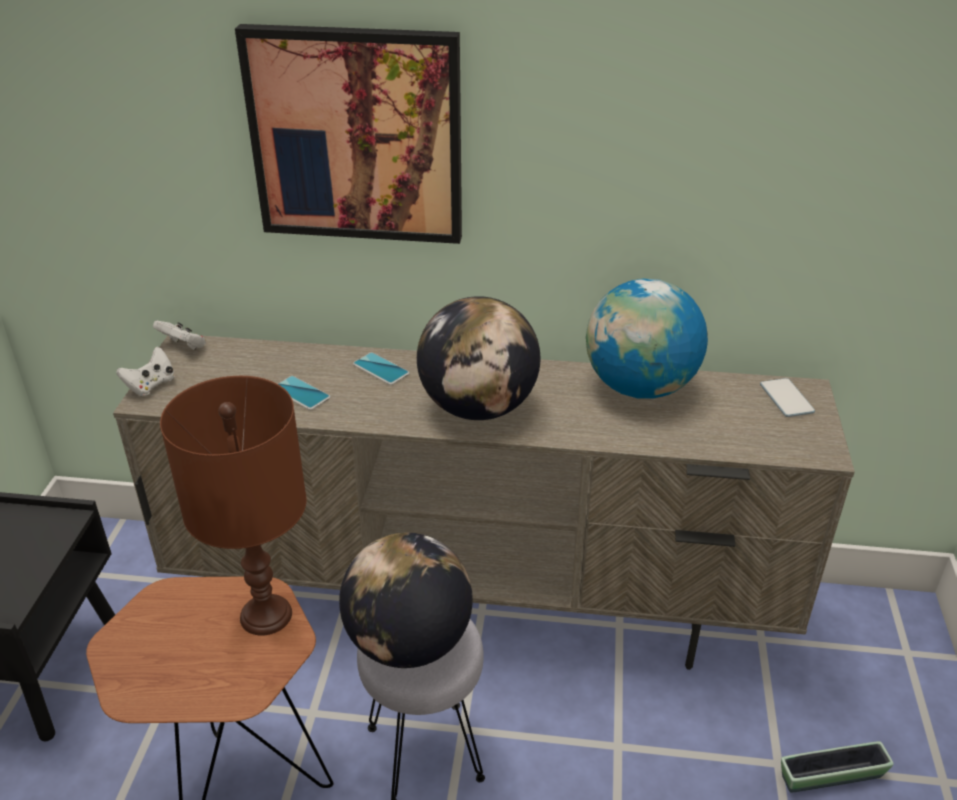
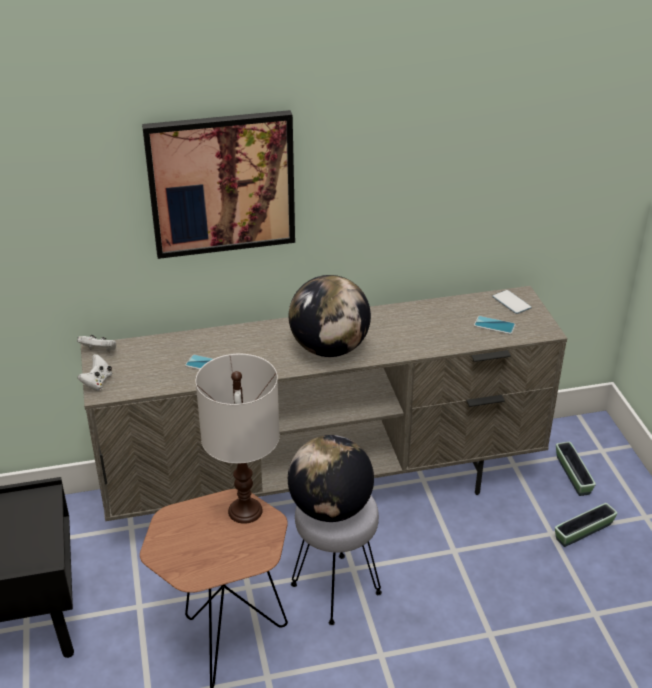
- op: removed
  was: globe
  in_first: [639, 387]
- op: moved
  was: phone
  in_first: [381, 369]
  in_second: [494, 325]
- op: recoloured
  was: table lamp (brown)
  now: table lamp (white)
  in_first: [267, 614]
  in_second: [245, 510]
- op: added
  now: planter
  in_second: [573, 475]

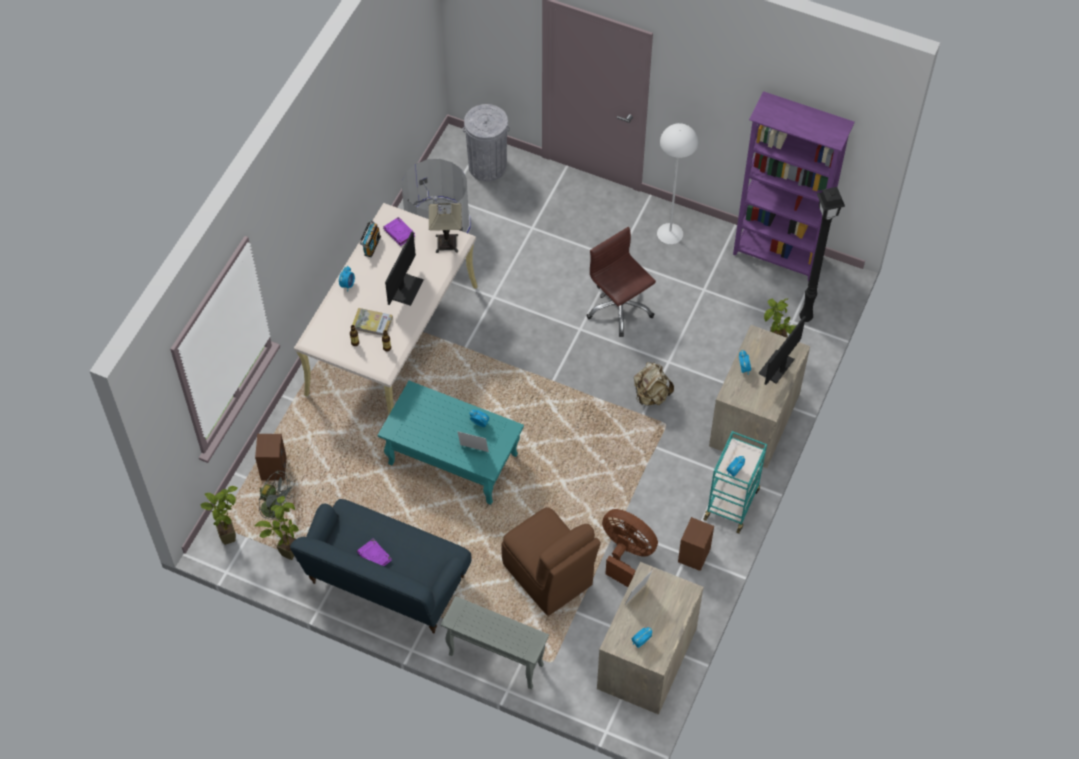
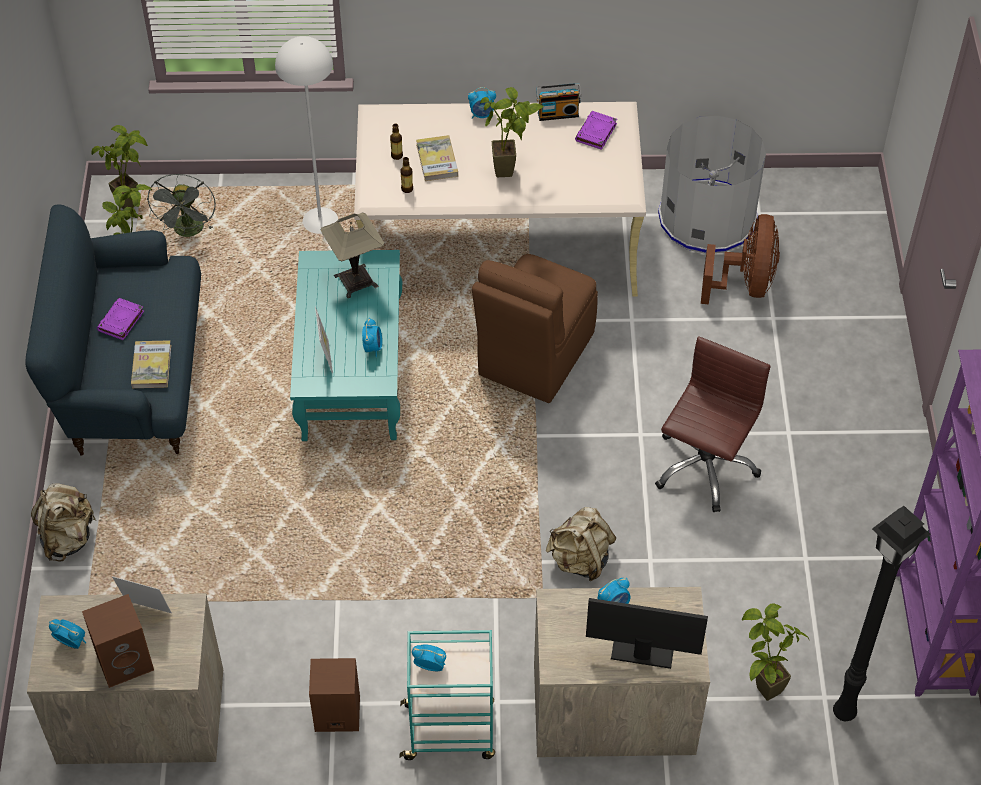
- op: removed
  was: trash can (grey)
  in_first: [487, 166]
- op: moved
  was: floor lamp (white)
  in_first: [669, 233]
  in_second: [320, 220]
- op: moved
  was: table lamp
  in_first: [446, 243]
  in_second: [356, 281]
- op: replaced
  was: monitor
  now: potted plant
  in_first: [407, 289]
  in_second: [512, 173]
- op: moved
  was: speaker (brown)
  in_first: [273, 468]
  in_second: [126, 660]
- op: moved
  was: chair (brown)
  in_first: [548, 576]
  in_second: [534, 356]
- op: moved
  was: fan (brown)
  in_first: [626, 554]
  in_second: [745, 284]
- op: replaced
  was: side table (grey)
  now: backpack (beige)
  in_first: [496, 660]
  in_second: [67, 537]
- op: added
  now: book
  in_second: [151, 366]

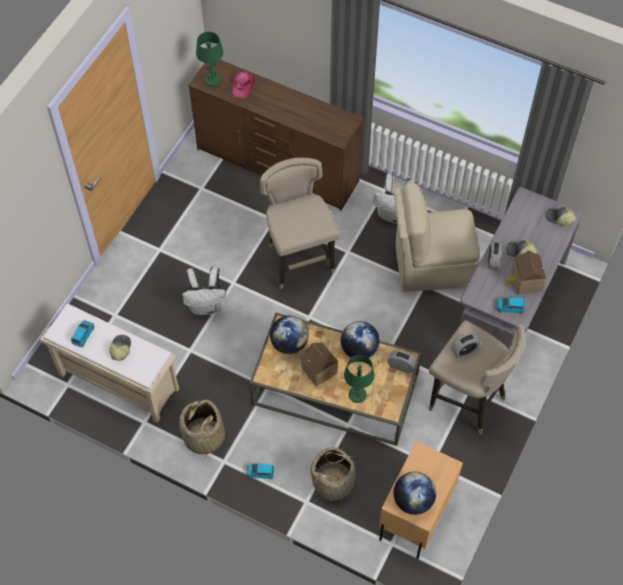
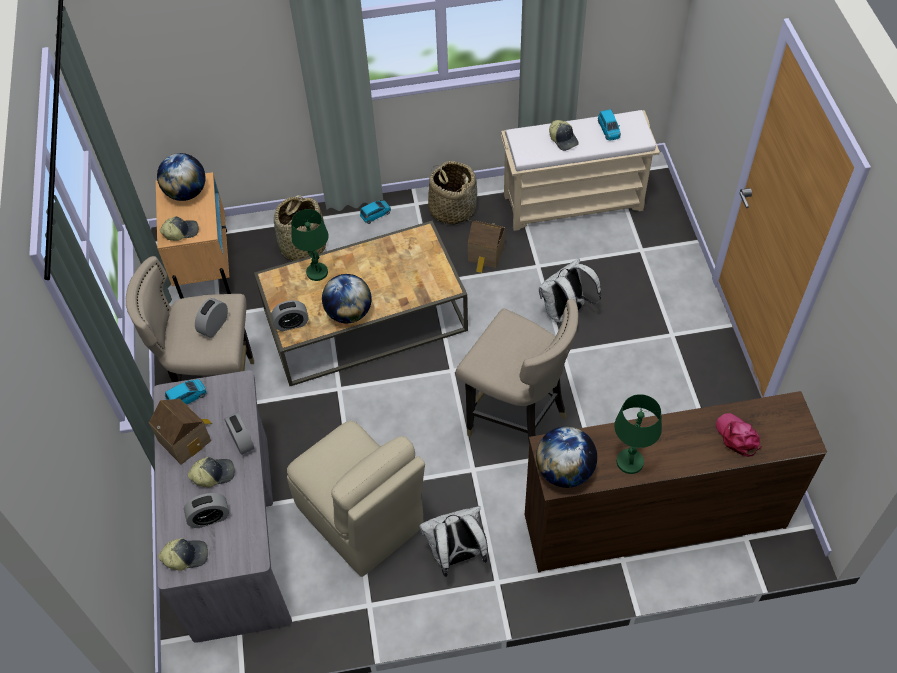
- op: moved
  was: table lamp (green)
  in_first: [212, 80]
  in_second: [630, 462]
- op: turned
  was: chair (beige)
  in_first: [431, 265]
  in_second: [361, 519]
  clockwise: 90
- op: moved
  was: globe
  in_first: [289, 343]
  in_second: [564, 471]
- op: moved
  was: toy house
  in_first: [320, 369]
  in_second: [486, 255]
- op: added
  now: cap
  in_second: [181, 232]
- op: added
  now: alarm clock
  in_second: [209, 518]

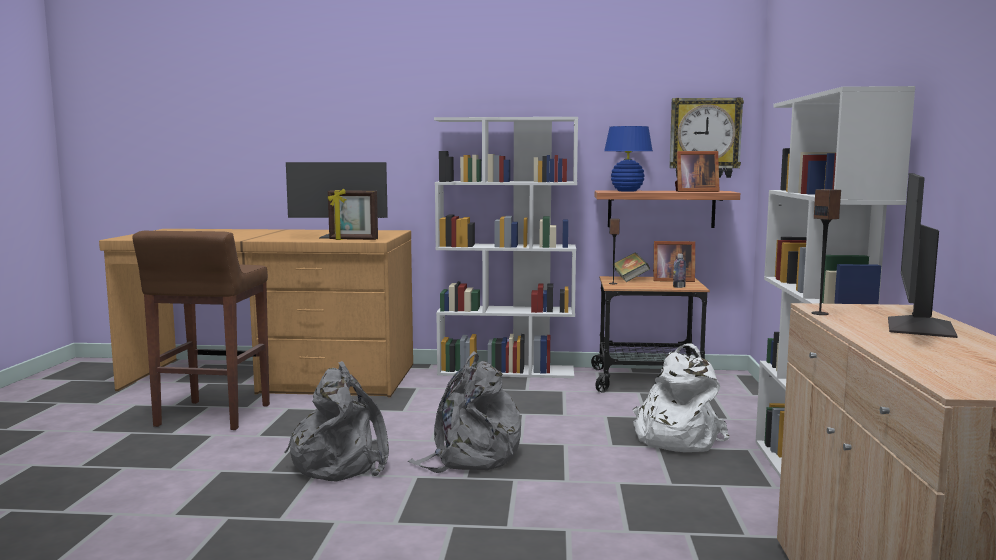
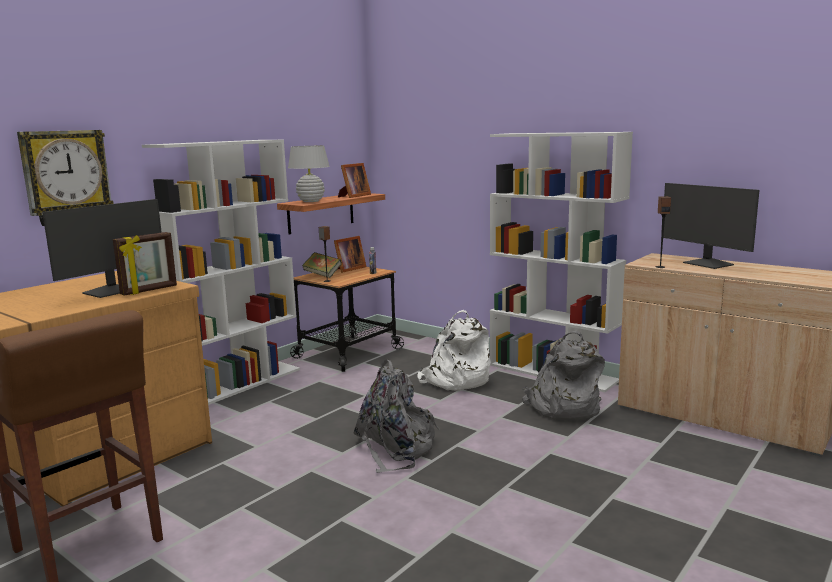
- op: moved
  was: wall clock
  in_first: [704, 138]
  in_second: [66, 177]
- op: recoloured
  was: table lamp (blue)
  now: table lamp (white)
  in_first: [627, 191]
  in_second: [311, 201]
- op: moved
  was: backpack (grey)
  in_first: [340, 463]
  in_second: [563, 408]

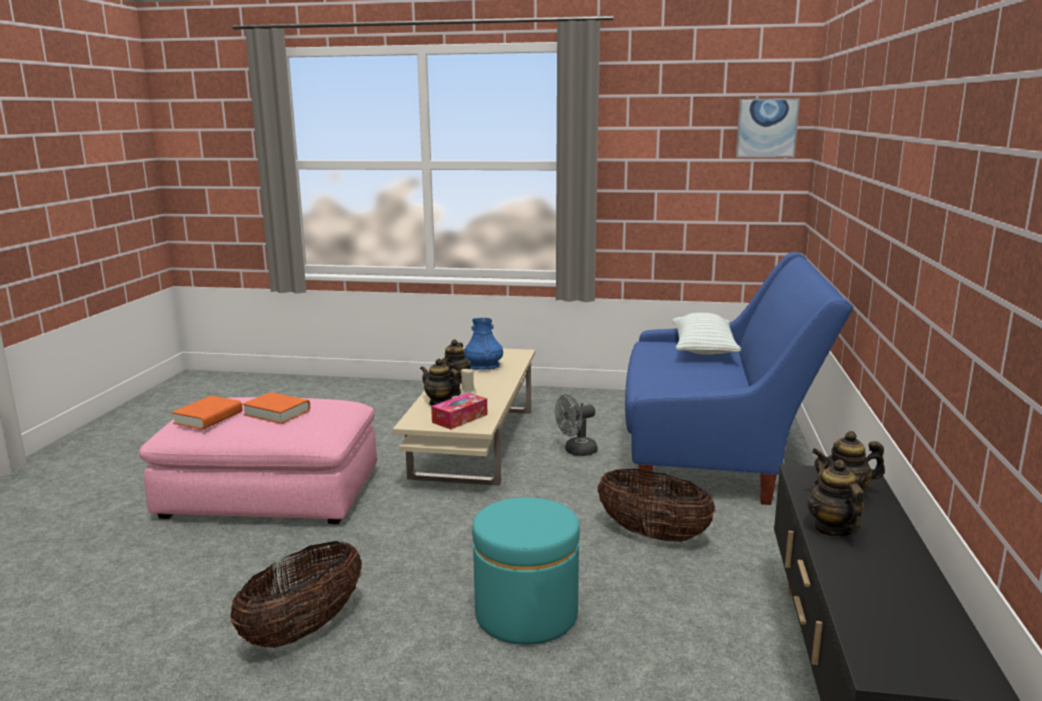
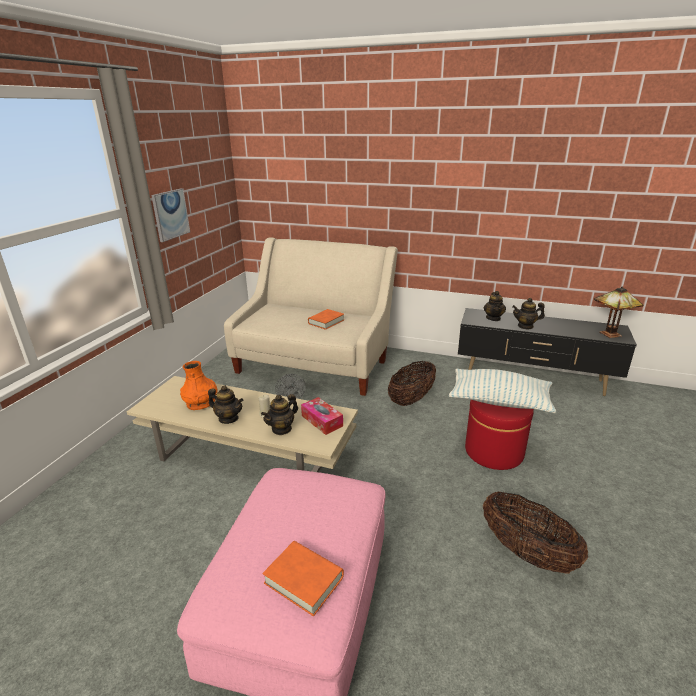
- op: moved
  was: picture
  in_first: [766, 128]
  in_second: [170, 214]
- op: recoloured
  was: sofa (blue)
  now: sofa (beige)
  in_first: [715, 451]
  in_second: [315, 362]
- op: moved
  was: pillow
  in_first: [703, 349]
  in_second: [499, 401]
- op: recoloured
  was: vase (blue)
  now: vase (orange)
  in_first: [484, 366]
  in_second: [201, 402]
- op: moved
  was: book (orange)
  in_first: [277, 413]
  in_second: [326, 322]
- op: recoloured
  was: ottoman (turquoise)
  now: ottoman (red)
  in_first: [526, 614]
  in_second: [494, 451]
- op: added
  now: table lamp
  in_second: [610, 335]

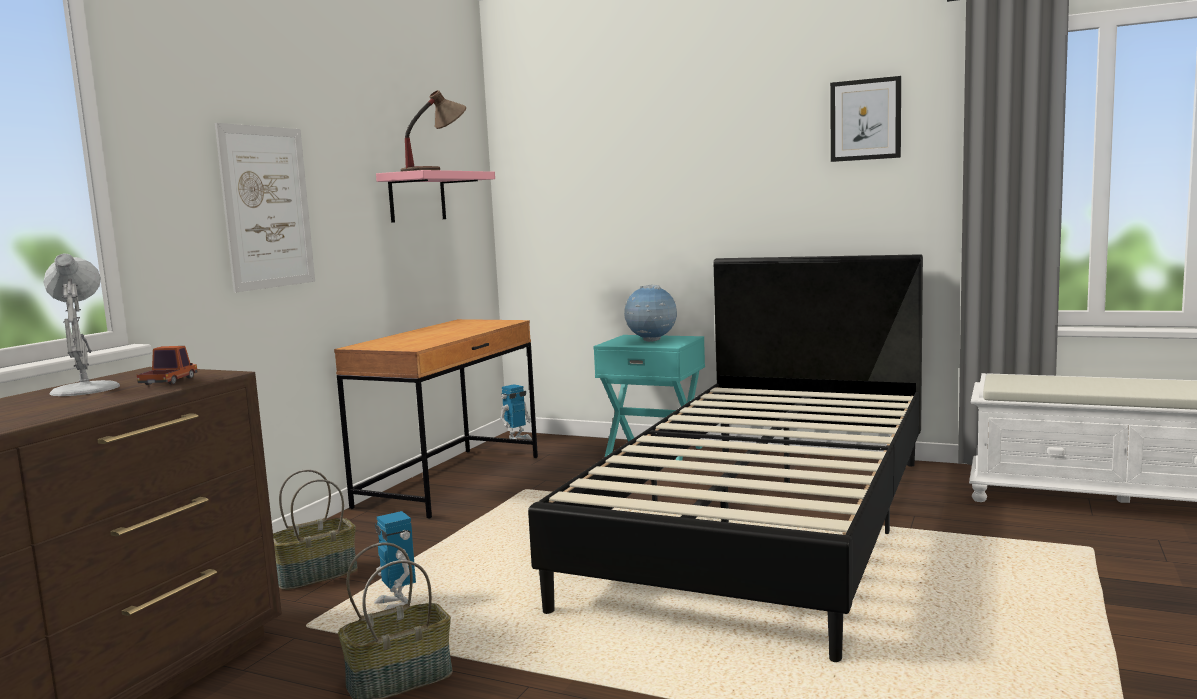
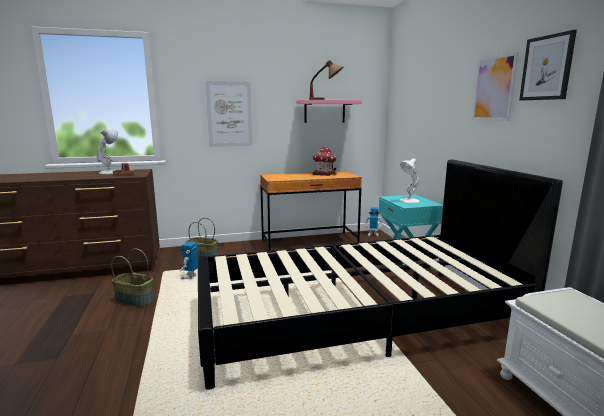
- op: replaced
  was: globe
  now: table lamp (white)
  in_first: [651, 341]
  in_second: [408, 201]
- op: added
  now: picture
  in_second: [494, 88]
- op: added
  now: toy house
  in_second: [324, 174]

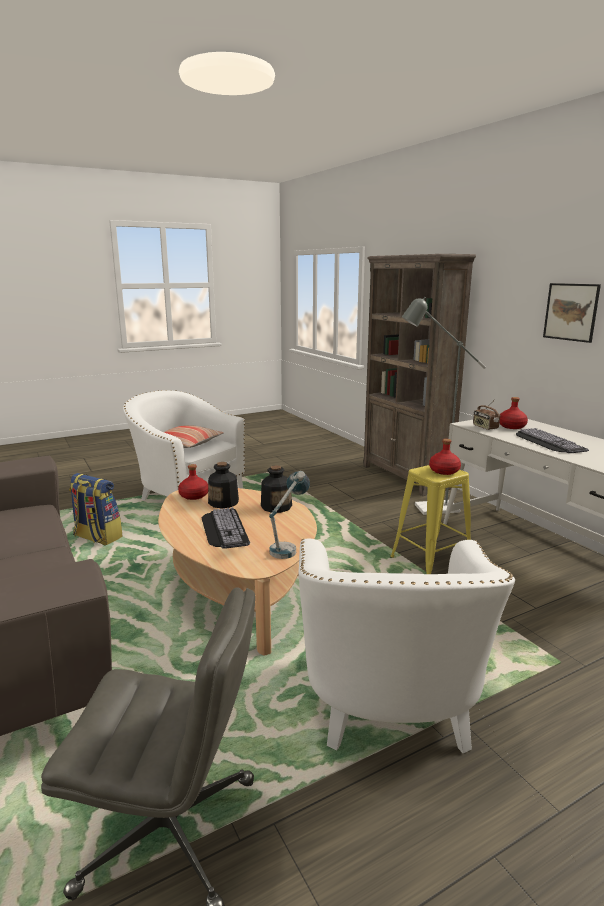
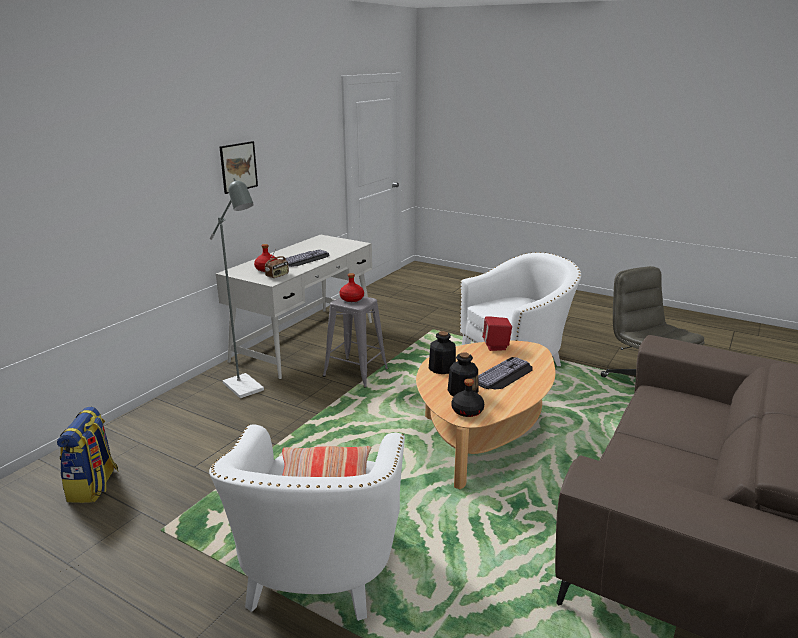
- op: removed
  was: bookcase (brown)
  in_first: [405, 477]
- op: recoloured
  was: bottle (red)
  now: bottle (black)
  in_first: [193, 496]
  in_second: [467, 411]
- op: recoloured
  was: stool (yellow)
  now: stool (grey)
  in_first: [431, 561]
  in_second: [355, 373]
- op: replaced
  was: table lamp
  now: speaker (red)
  in_first: [288, 547]
  in_second: [496, 346]
- op: moved
  was: backpack
  in_first: [97, 537]
  in_second: [94, 486]

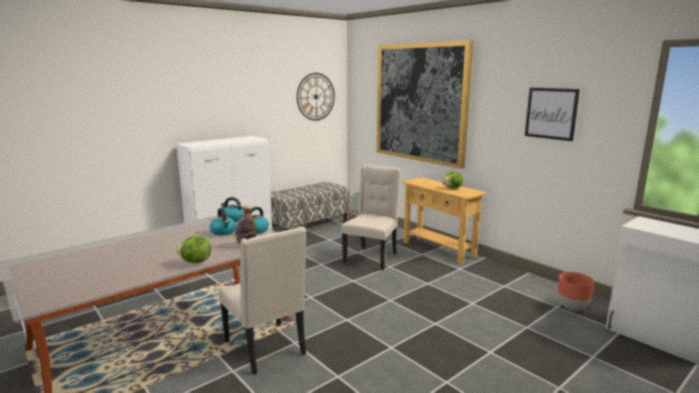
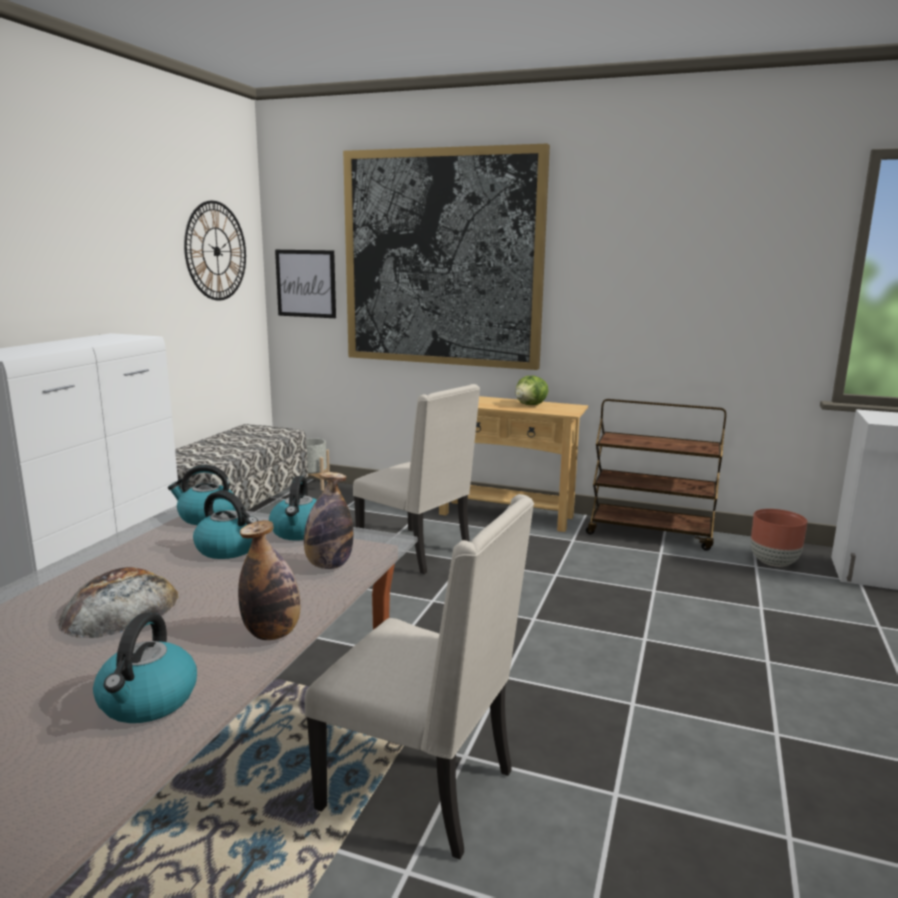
- op: moved
  was: picture
  in_first: [551, 113]
  in_second: [306, 283]
- op: turned
  was: chair (beige)
  in_first: [371, 257]
  in_second: [417, 552]
  clockwise: 135
- op: replaced
  was: lettuce
  now: bottle
  in_first: [195, 262]
  in_second: [272, 633]
- op: added
  now: cart (brown)
  in_second: [650, 533]
- op: added
  now: bread
  in_second: [120, 607]
- op: added
  now: kettle
  in_second: [148, 701]

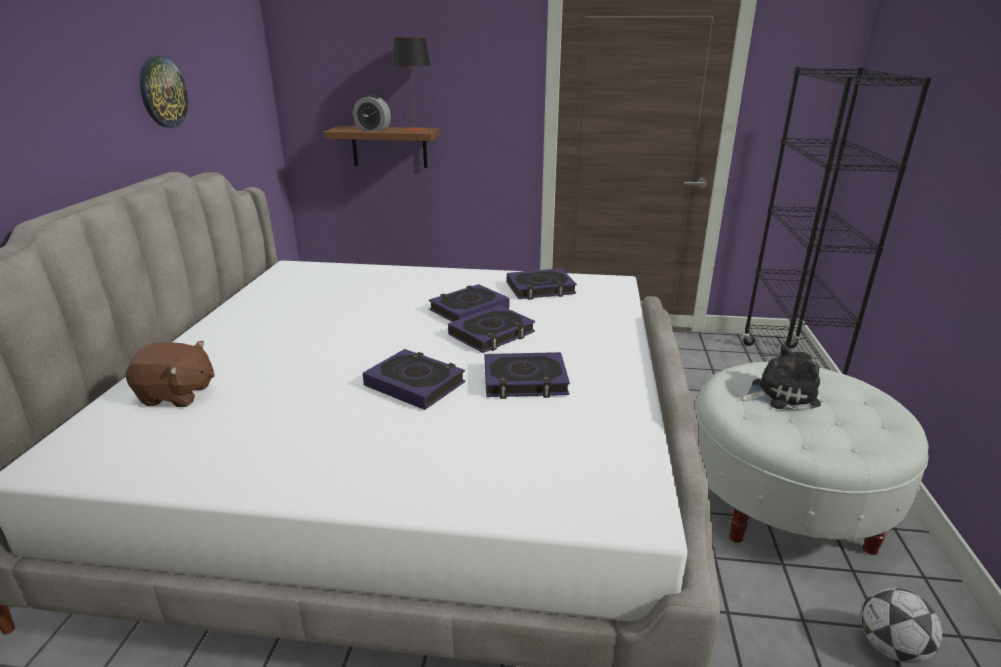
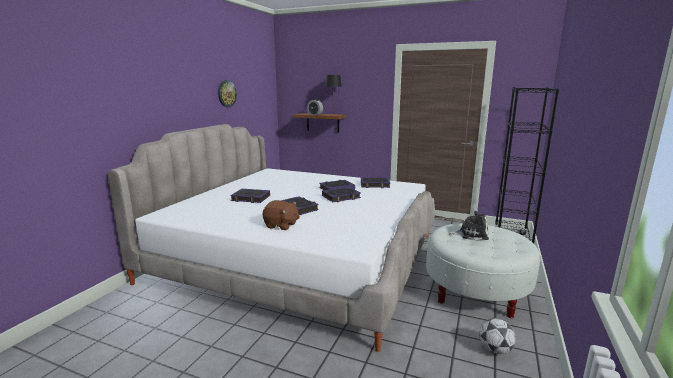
- op: moved
  was: plush toy (brown)
  in_first: [177, 395]
  in_second: [281, 225]
- op: moved
  was: book
  in_first: [525, 381]
  in_second: [250, 198]

